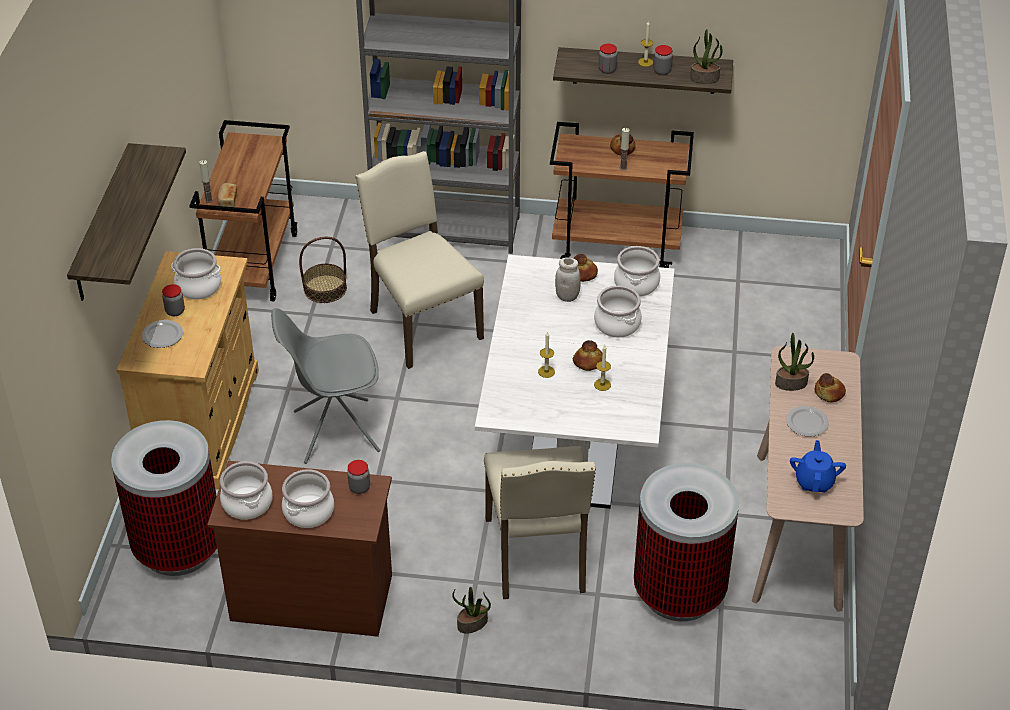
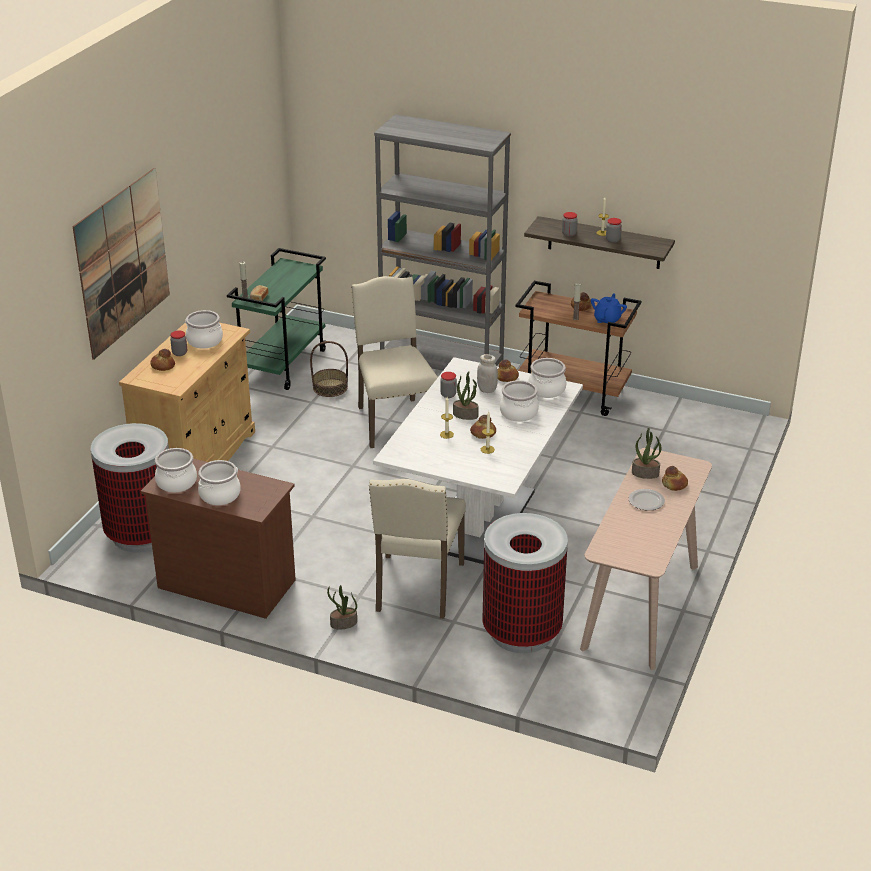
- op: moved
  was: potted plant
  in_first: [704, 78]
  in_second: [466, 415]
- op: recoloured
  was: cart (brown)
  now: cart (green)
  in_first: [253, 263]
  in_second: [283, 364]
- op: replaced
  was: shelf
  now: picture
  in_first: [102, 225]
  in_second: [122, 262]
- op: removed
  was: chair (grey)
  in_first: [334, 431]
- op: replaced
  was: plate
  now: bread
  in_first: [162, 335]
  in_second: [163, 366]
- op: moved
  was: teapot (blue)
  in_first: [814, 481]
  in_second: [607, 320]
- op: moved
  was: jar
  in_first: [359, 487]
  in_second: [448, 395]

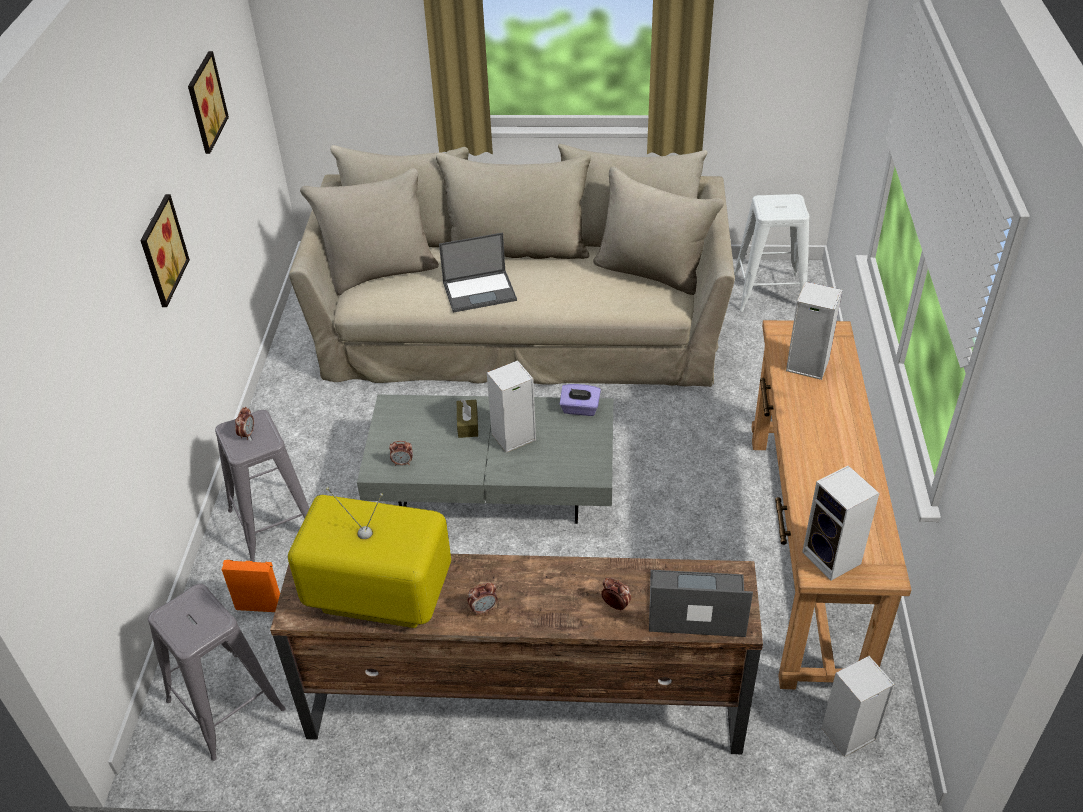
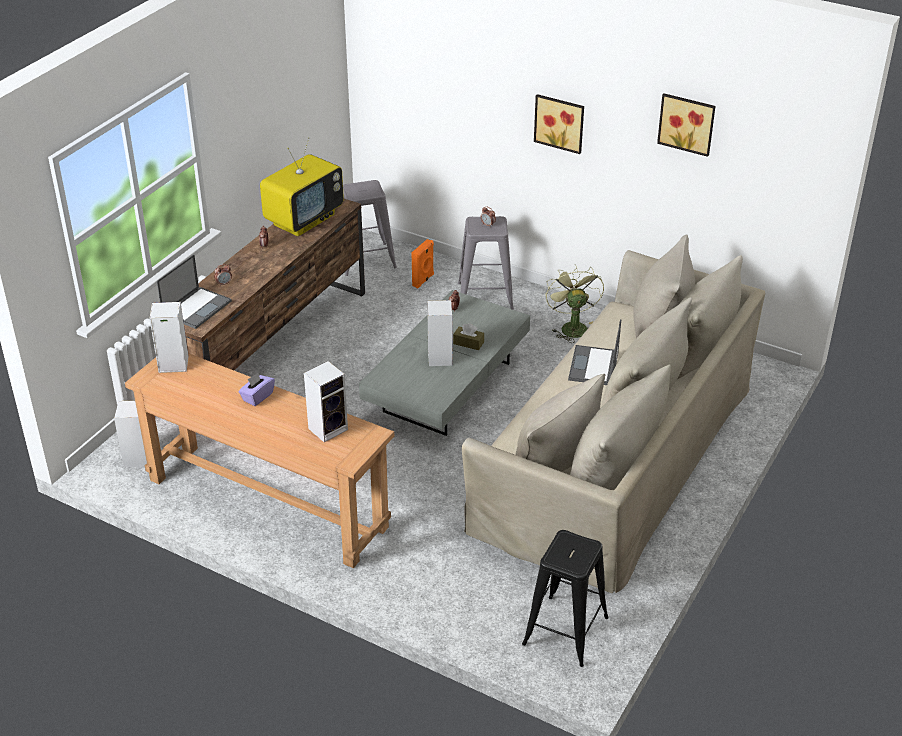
- op: recoloured
  was: stool (white)
  now: stool (black)
  in_first: [769, 292]
  in_second: [565, 631]
- op: moved
  was: tissue box (purple)
  in_first: [580, 409]
  in_second: [257, 397]
- op: added
  now: fan (green)
  in_second: [571, 326]

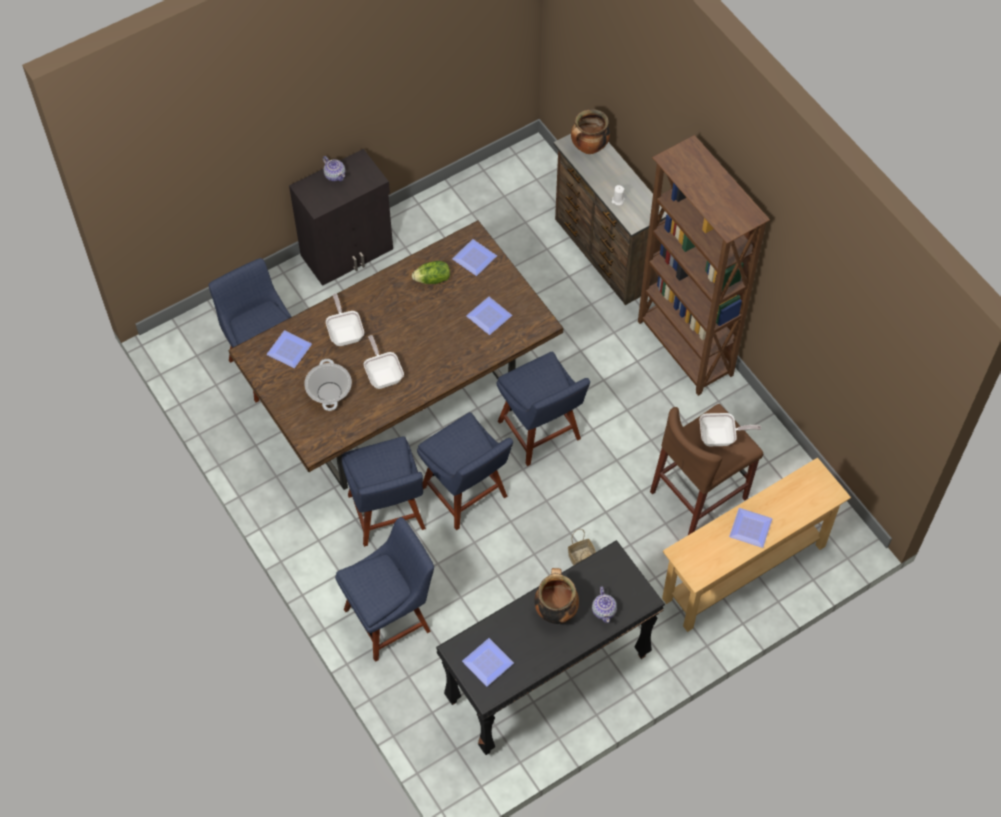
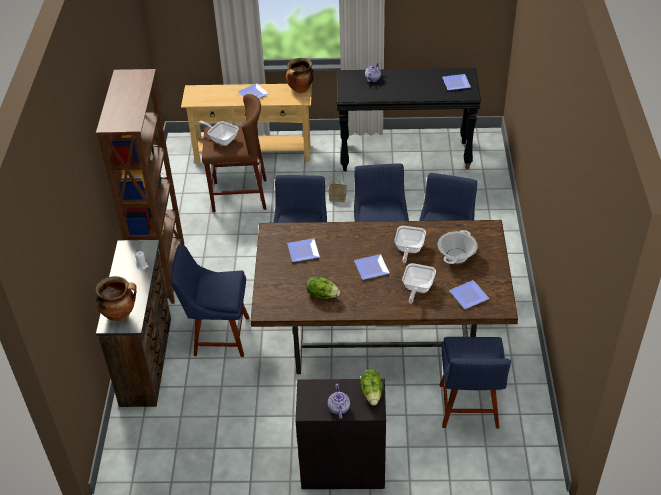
- op: moved
  was: plate
  in_first: [474, 260]
  in_second: [372, 267]
- op: moved
  was: chair (blue)
  in_first: [391, 618]
  in_second: [218, 336]
- op: moved
  was: cooking pot
  in_first: [555, 610]
  in_second: [300, 89]
- op: added
  now: lettuce
  in_second: [372, 393]

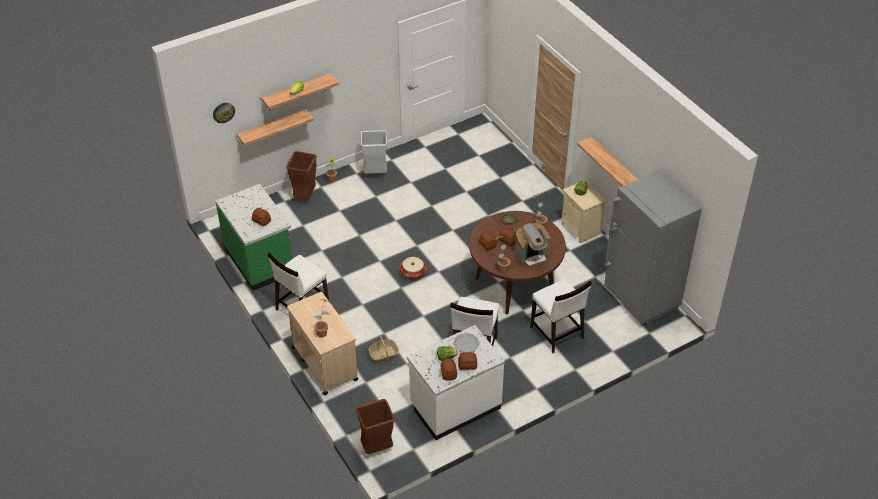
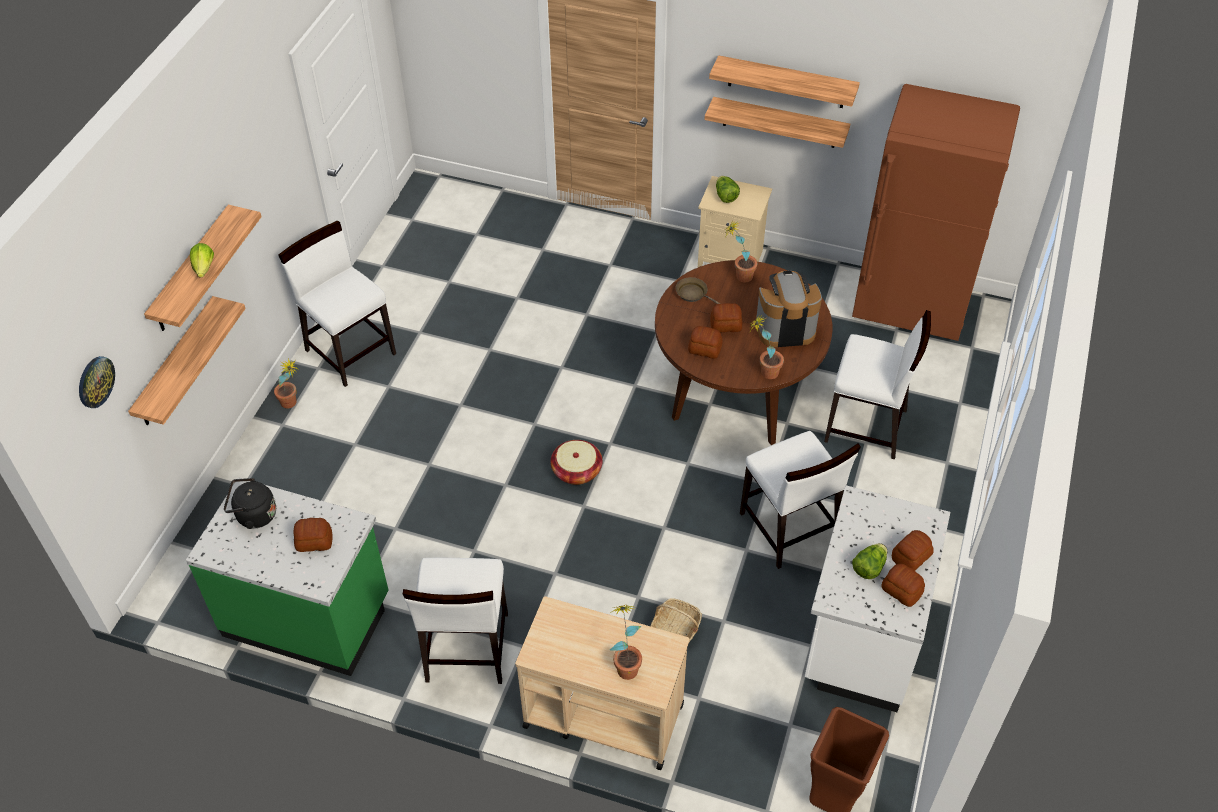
- op: replaced
  was: trash can (grey)
  now: chair (white)
  in_first: [375, 173]
  in_second: [350, 351]
- op: removed
  was: trash can (brown)
  in_first: [305, 197]
- op: recoloured
  was: fridge (grey)
  now: fridge (brown)
  in_first: [641, 299]
  in_second: [910, 307]
- op: turned
  was: coffee machine
  in_first: [531, 256]
  in_second: [785, 328]
  clockwise: -120
- op: removed
  was: plate
  in_first: [466, 344]
- op: added
  now: shelf
  in_second: [786, 82]
- op: added
  now: kettle (black)
  in_second: [254, 515]

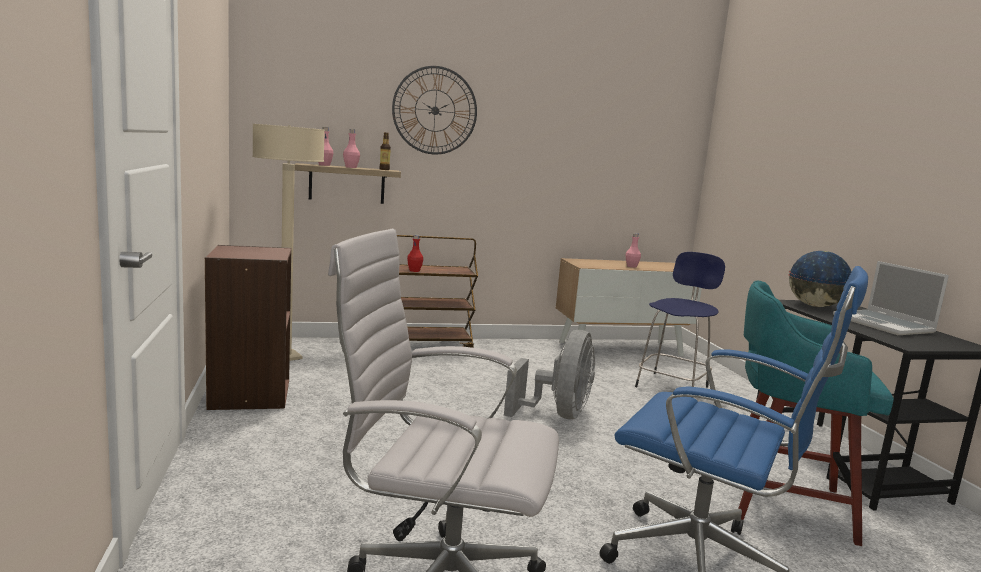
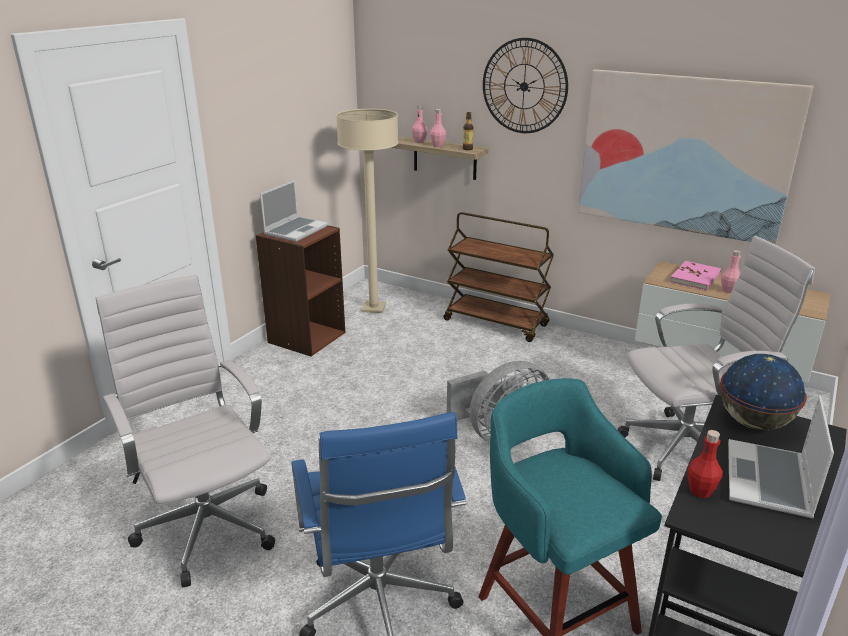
- op: moved
  was: bottle (red)
  in_first: [414, 270]
  in_second: [700, 491]
- op: replaced
  was: stool (blue)
  now: office chair (white)
  in_first: [673, 386]
  in_second: [688, 449]
- op: added
  now: picture
  in_second: [683, 155]
- op: added
  now: laptop
  in_second: [296, 230]
- op: added
  now: book (pink)
  in_second: [695, 278]

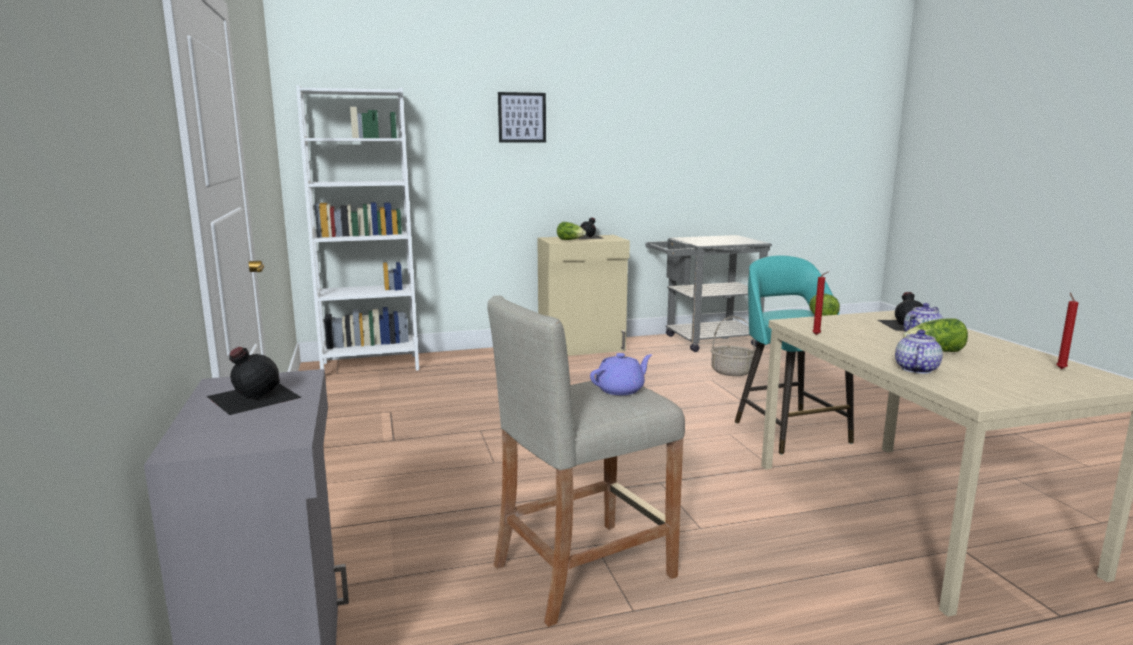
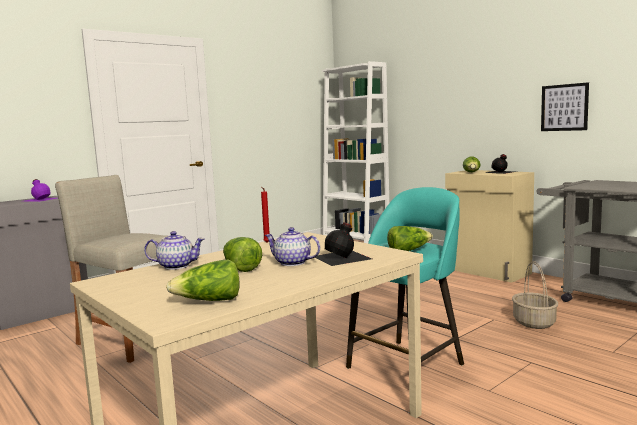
- op: moved
  was: picture
  in_first: [522, 117]
  in_second: [564, 107]
- op: replaced
  was: candle (red)
  now: lettuce
  in_first: [1060, 368]
  in_second: [209, 301]
- op: recoloured
  was: bottle (black)
  now: bottle (purple)
  in_first: [252, 396]
  in_second: [41, 199]
- op: removed
  was: teapot (purple)
  in_first: [621, 389]

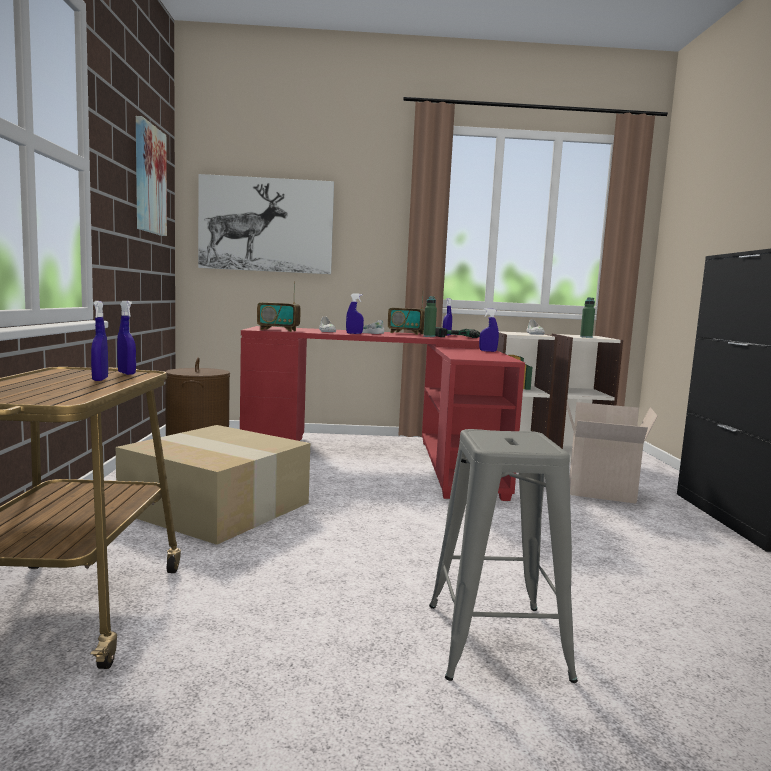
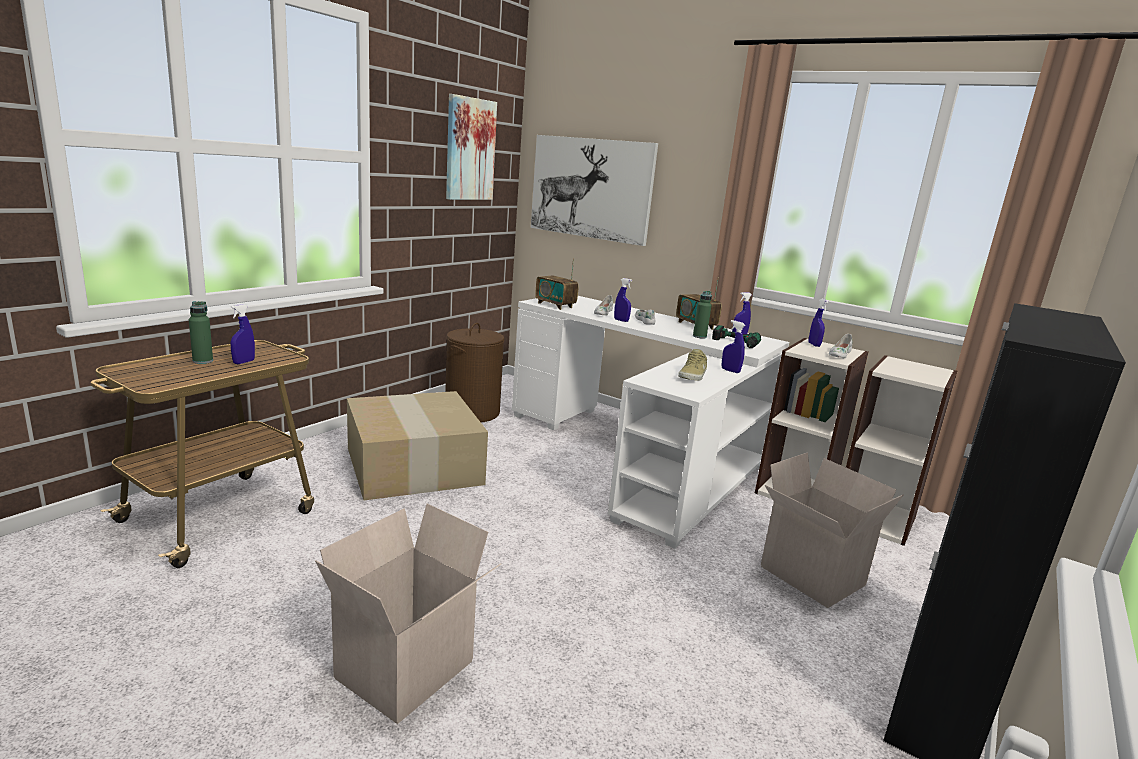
- op: moved
  was: bottle (green)
  in_first: [586, 337]
  in_second: [203, 361]
- op: moved
  was: spray bottle (blue)
  in_first: [126, 373]
  in_second: [814, 345]
- op: recoloured
  was: desk (red)
  now: desk (white)
  in_first: [389, 456]
  in_second: [641, 455]
- op: replaced
  was: stool (grey)
  now: cardboard box
  in_first: [495, 640]
  in_second: [406, 673]
- op: added
  now: shoe (beige)
  in_second: [693, 375]

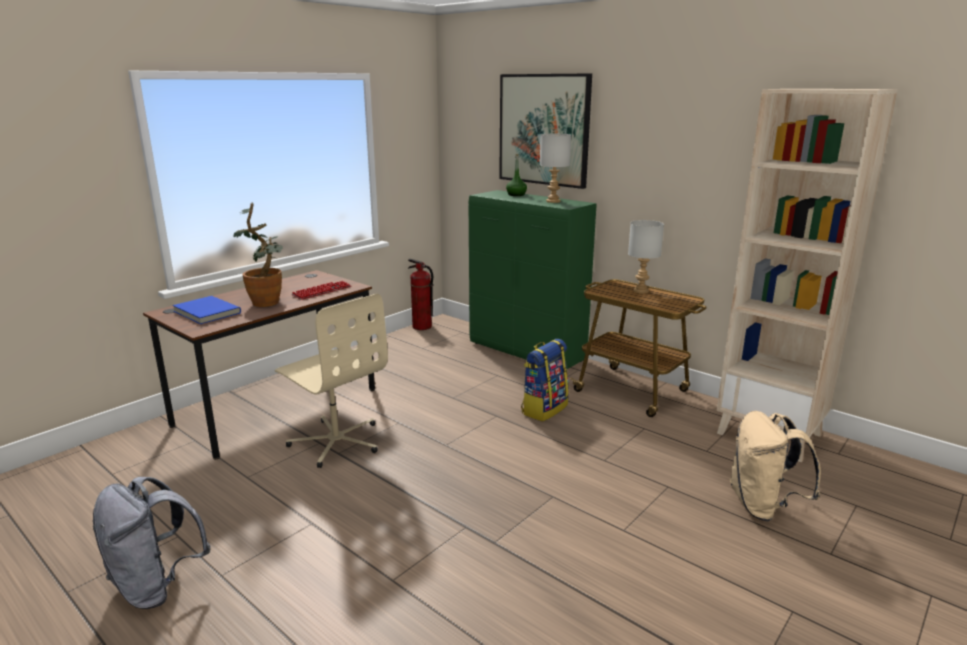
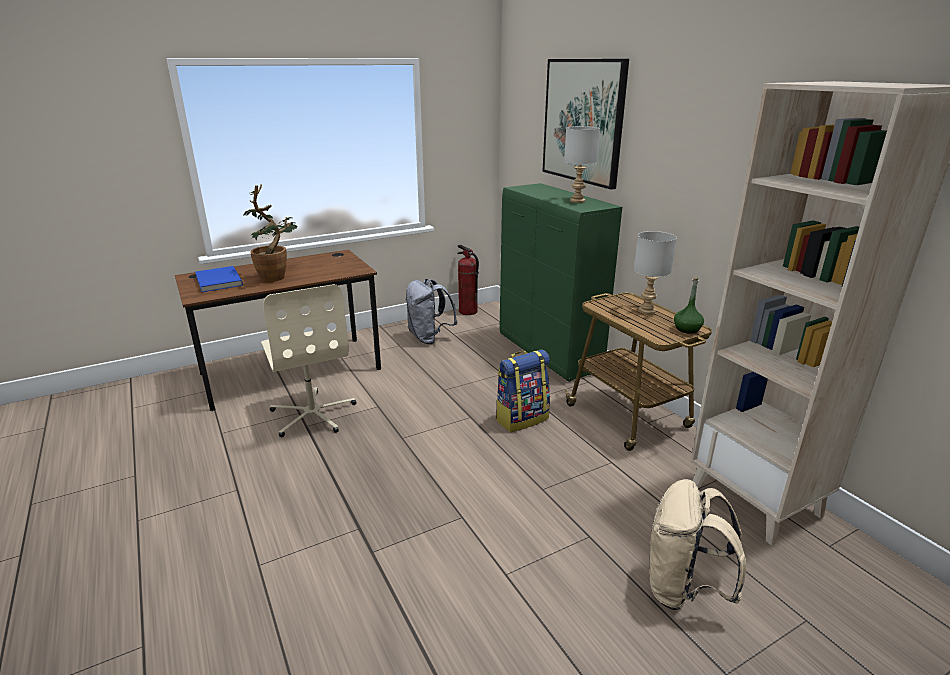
- op: moved
  was: bottle (green)
  in_first: [516, 195]
  in_second: [687, 329]
- op: removed
  was: keyboard
  in_first: [322, 291]
- op: moved
  was: backpack (grey)
  in_first: [157, 586]
  in_second: [429, 338]

